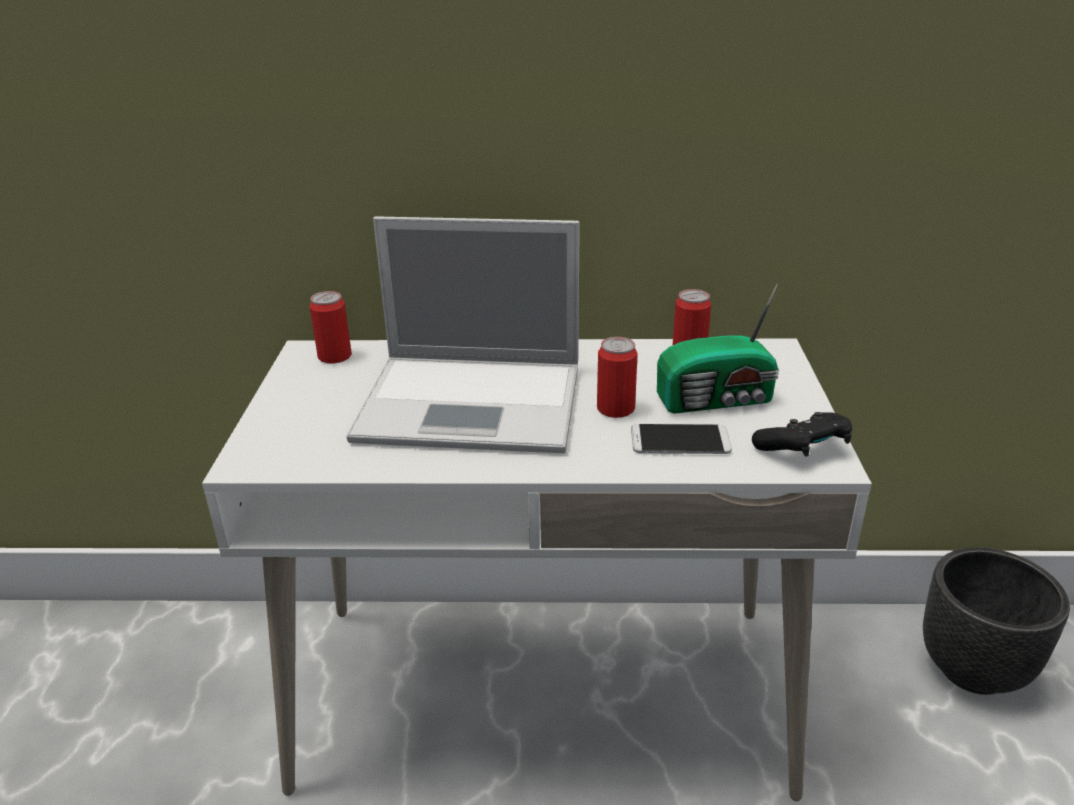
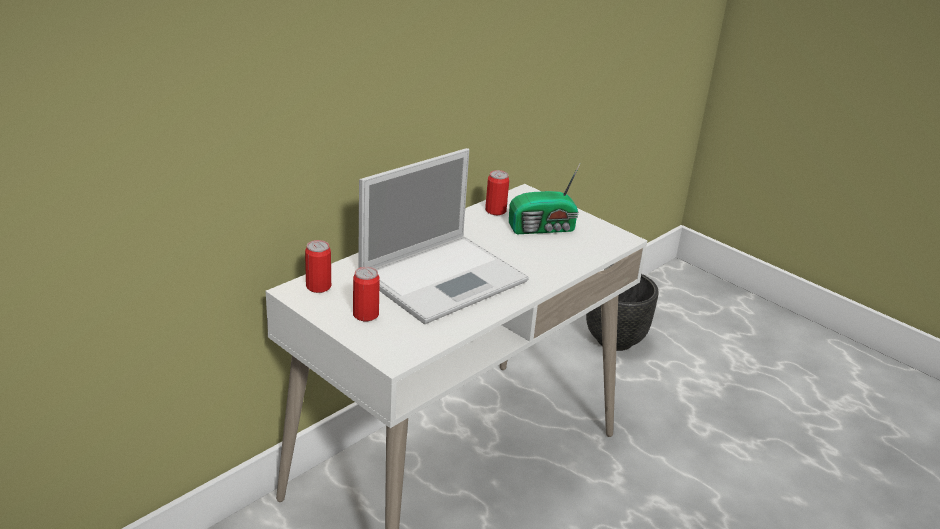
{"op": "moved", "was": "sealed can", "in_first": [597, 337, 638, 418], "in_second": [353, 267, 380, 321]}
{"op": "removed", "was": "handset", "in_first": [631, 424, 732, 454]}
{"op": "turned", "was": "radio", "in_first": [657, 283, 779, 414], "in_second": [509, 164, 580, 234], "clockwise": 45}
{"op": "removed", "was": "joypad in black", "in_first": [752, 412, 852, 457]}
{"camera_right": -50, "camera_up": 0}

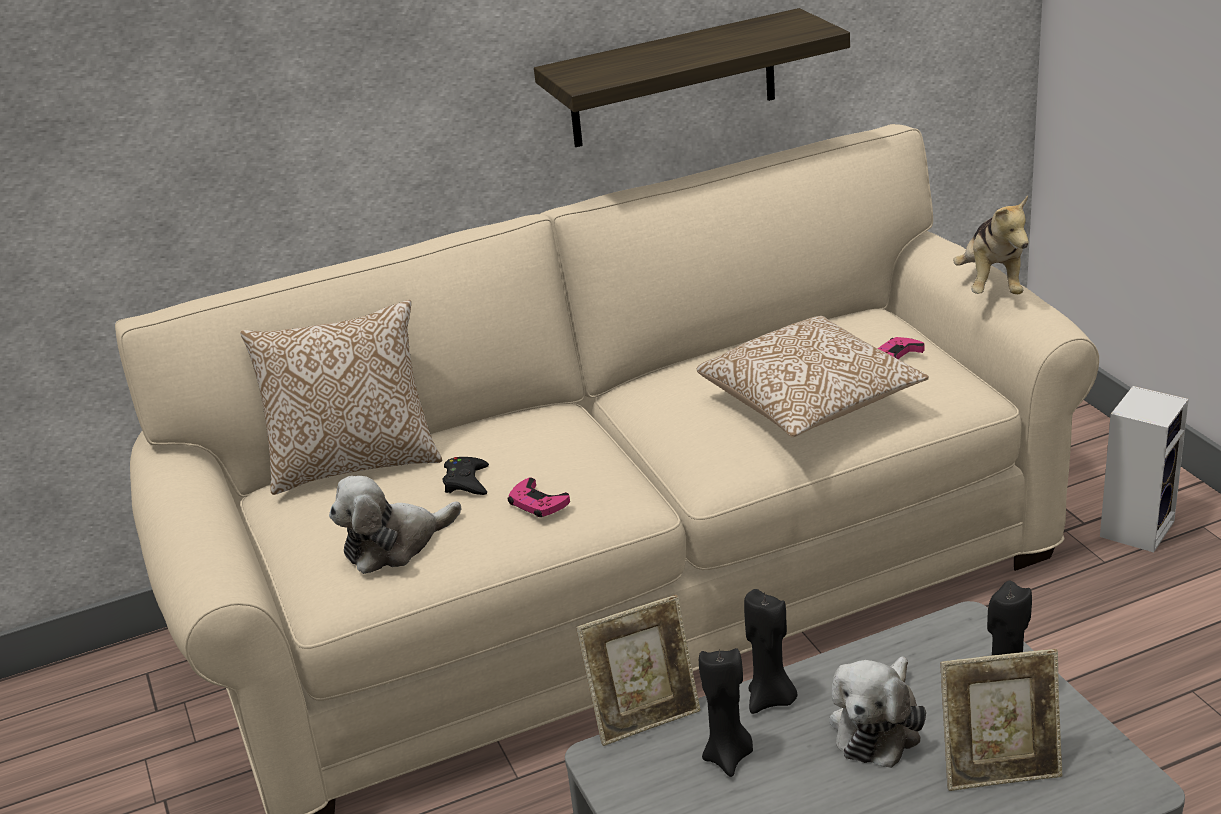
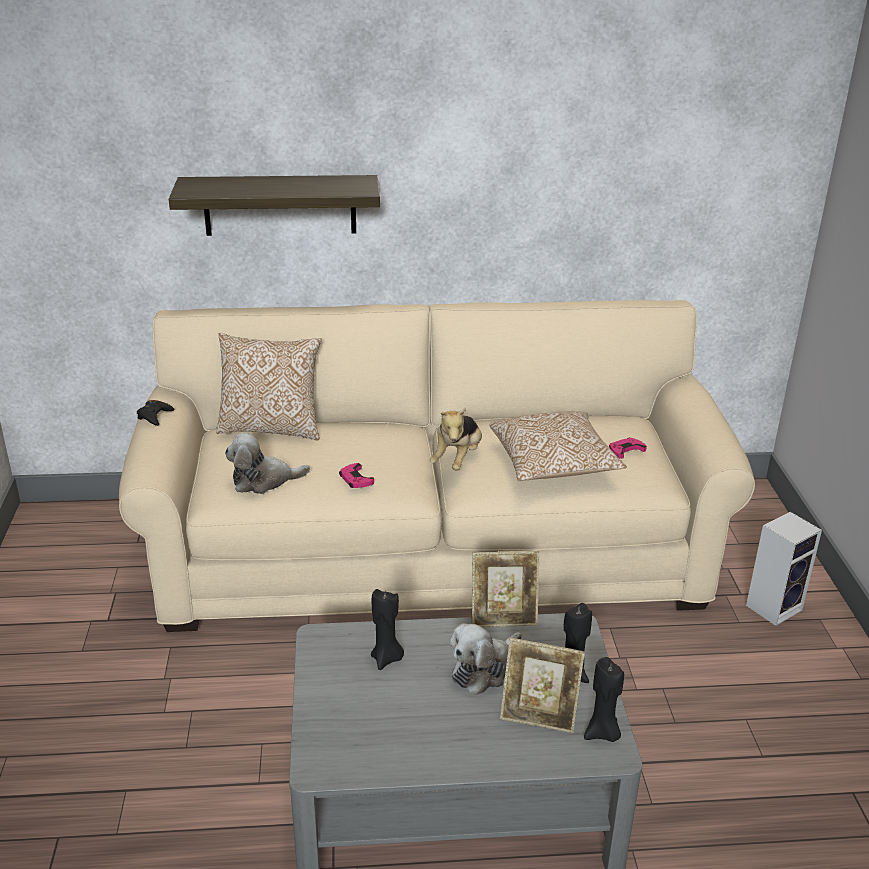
{"op": "moved", "was": "joypad in black", "in_first": [442, 457, 489, 495], "in_second": [137, 400, 174, 426]}
{"op": "moved", "was": "wall shelf", "in_first": [534, 8, 850, 147], "in_second": [169, 175, 380, 236]}
{"op": "moved", "was": "photo frame", "in_first": [576, 595, 701, 746], "in_second": [472, 551, 540, 627]}
{"op": "moved", "was": "wax candle in black", "in_first": [744, 589, 797, 714], "in_second": [584, 657, 624, 742]}
{"op": "moved", "was": "cuddly toy", "in_first": [953, 195, 1029, 294], "in_second": [430, 407, 482, 470]}
{"camera_right": 15, "camera_up": 0}

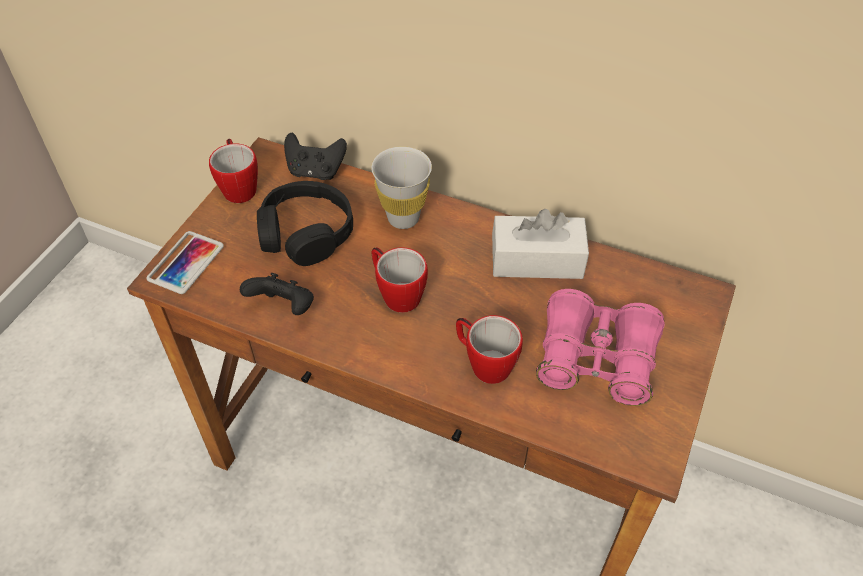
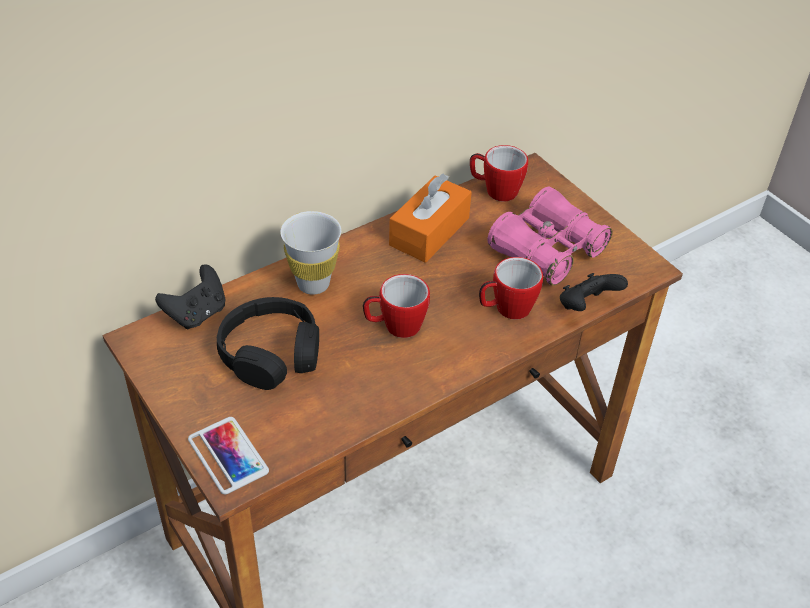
{"op": "moved", "was": "mug", "in_first": [209, 139, 258, 203], "in_second": [470, 145, 528, 201]}
{"op": "moved", "was": "joypad in black", "in_first": [240, 273, 314, 315], "in_second": [560, 273, 628, 311]}
{"op": "recoloured", "was": "tissue holder in white-coloured", "now": "tissue holder in orange", "in_first": [492, 209, 589, 279], "in_second": [389, 174, 472, 263]}
{"camera_right": -60, "camera_up": -5}

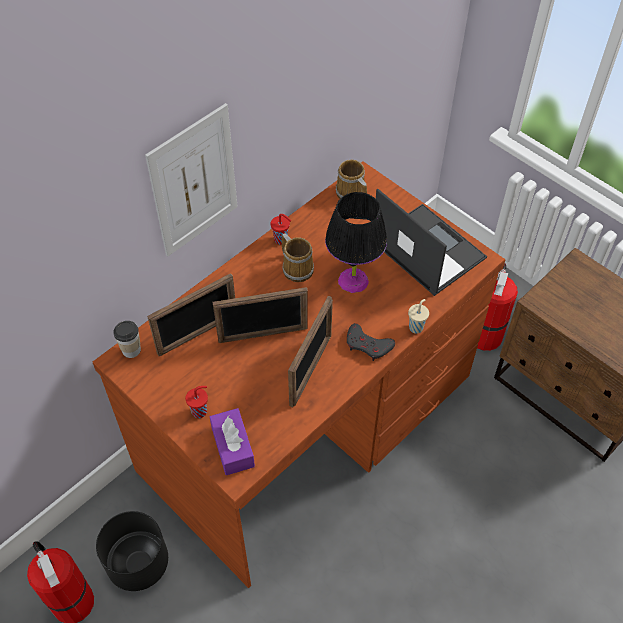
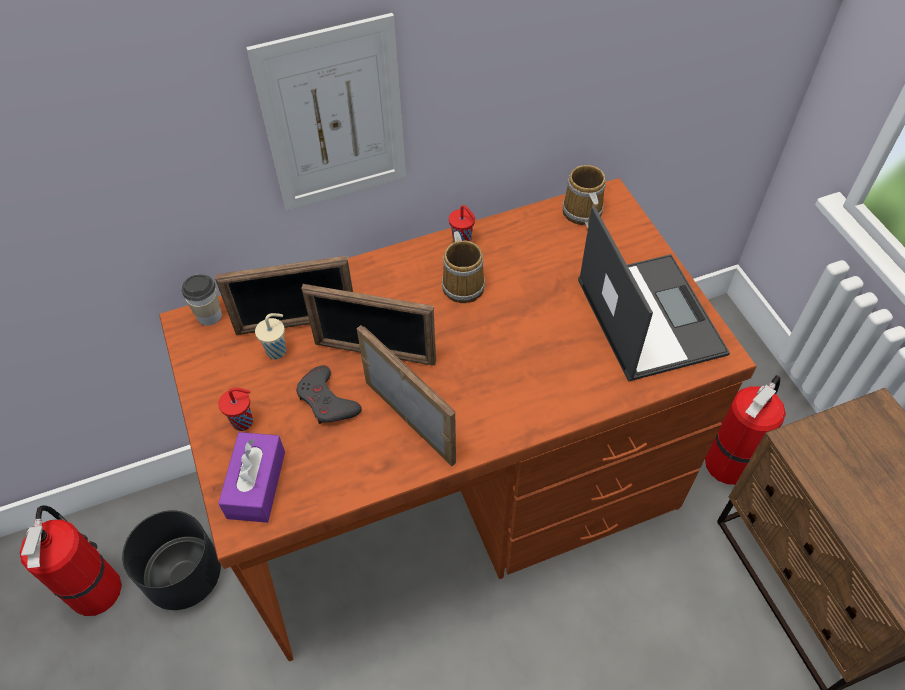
{"op": "turned", "was": "photo frame", "in_first": [288, 296, 333, 407], "in_second": [356, 325, 456, 466], "clockwise": -90}
{"op": "removed", "was": "table lamp in black", "in_first": [325, 192, 387, 293]}
{"op": "moved", "was": "joypad in grey", "in_first": [347, 323, 395, 361], "in_second": [296, 365, 362, 424]}
{"op": "moved", "was": "cup in beige", "in_first": [408, 299, 429, 334], "in_second": [255, 313, 286, 359]}
{"camera_right": 25, "camera_up": 0}

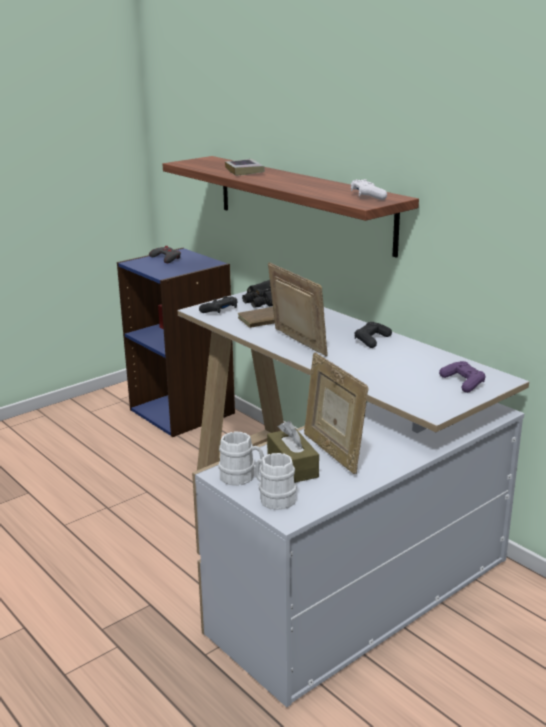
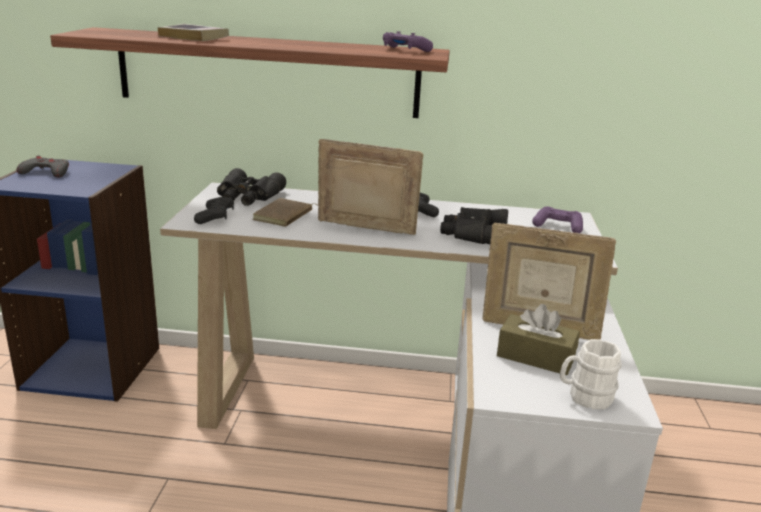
{"op": "removed", "was": "mug in white-coloured", "in_first": [218, 431, 264, 486]}
{"op": "recoloured", "was": "joypad in white-coloured", "now": "joypad in purplish", "in_first": [351, 179, 387, 200], "in_second": [383, 31, 433, 52]}
{"op": "added", "now": "field glasses in black", "in_second": [440, 207, 508, 244]}
{"camera_right": -45, "camera_up": 0}

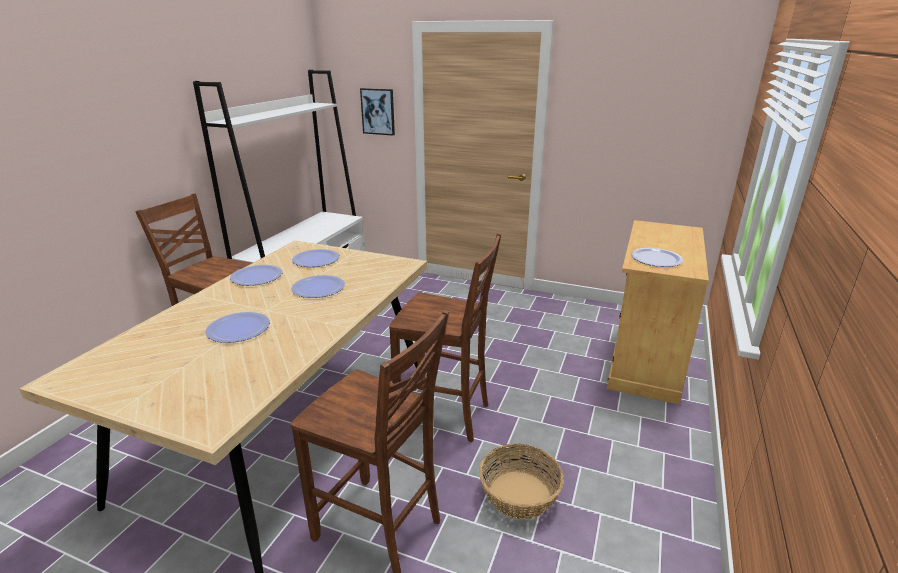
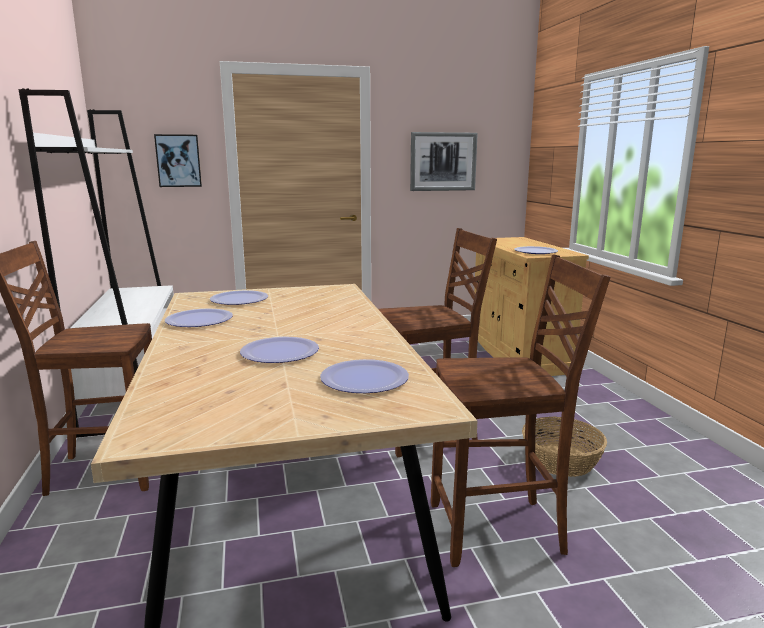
{"op": "moved", "was": "flat dish", "in_first": [291, 275, 345, 298], "in_second": [320, 359, 409, 393]}
{"op": "added", "now": "picture", "in_second": [410, 132, 478, 191]}
{"camera_right": -35, "camera_up": -10}

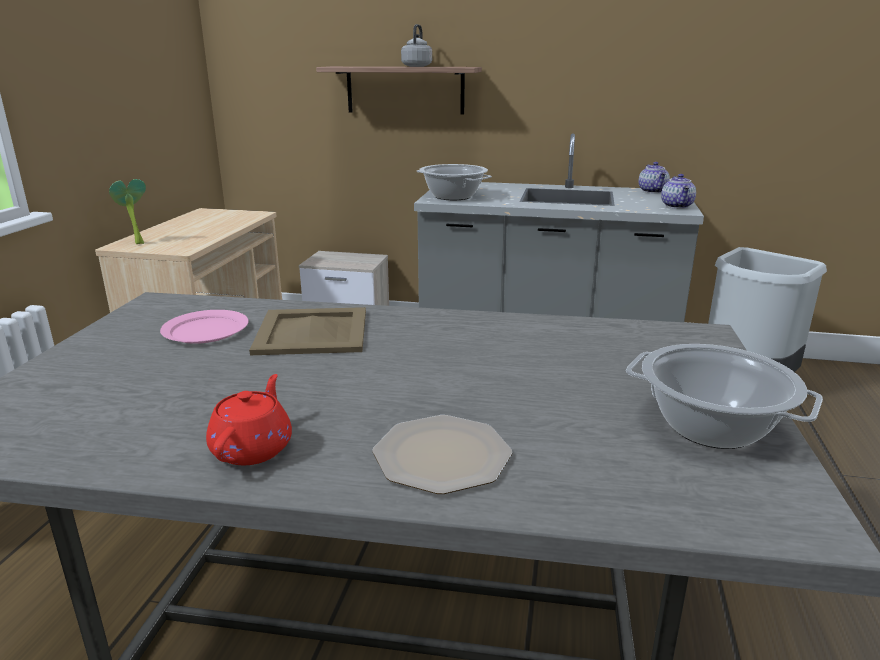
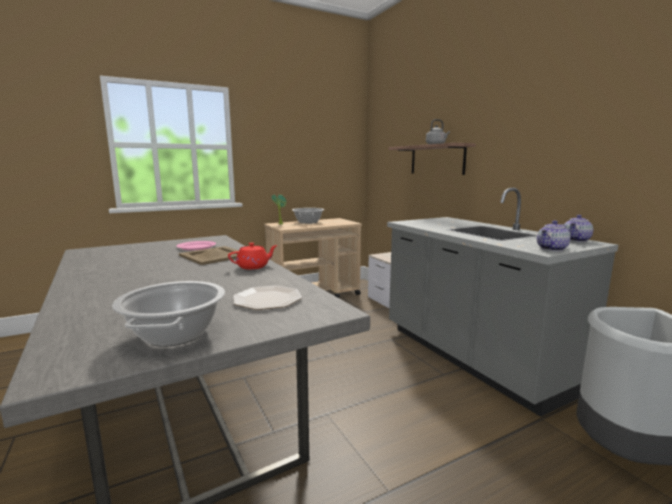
{"op": "moved", "was": "teapot in reddish", "in_first": [206, 374, 292, 465], "in_second": [228, 243, 278, 270]}
{"op": "moved", "was": "flat dish", "in_first": [372, 415, 512, 494], "in_second": [233, 285, 302, 310]}
{"op": "moved", "was": "saucepot", "in_first": [417, 164, 492, 200], "in_second": [292, 208, 324, 224]}
{"camera_right": 50, "camera_up": -10}

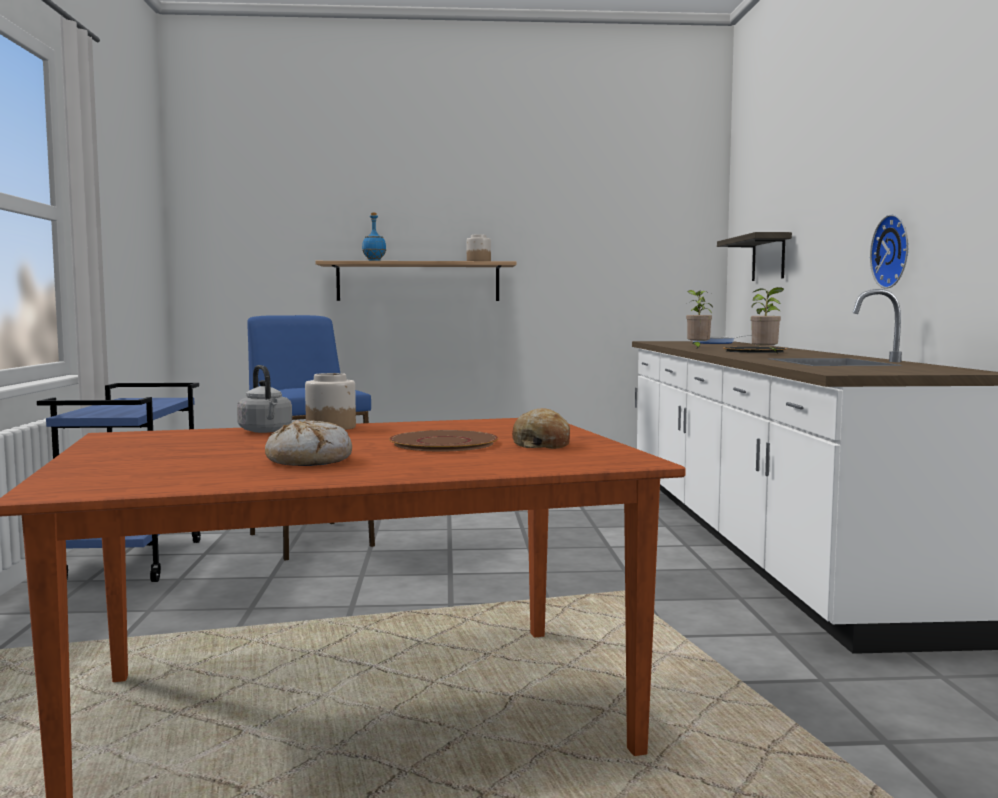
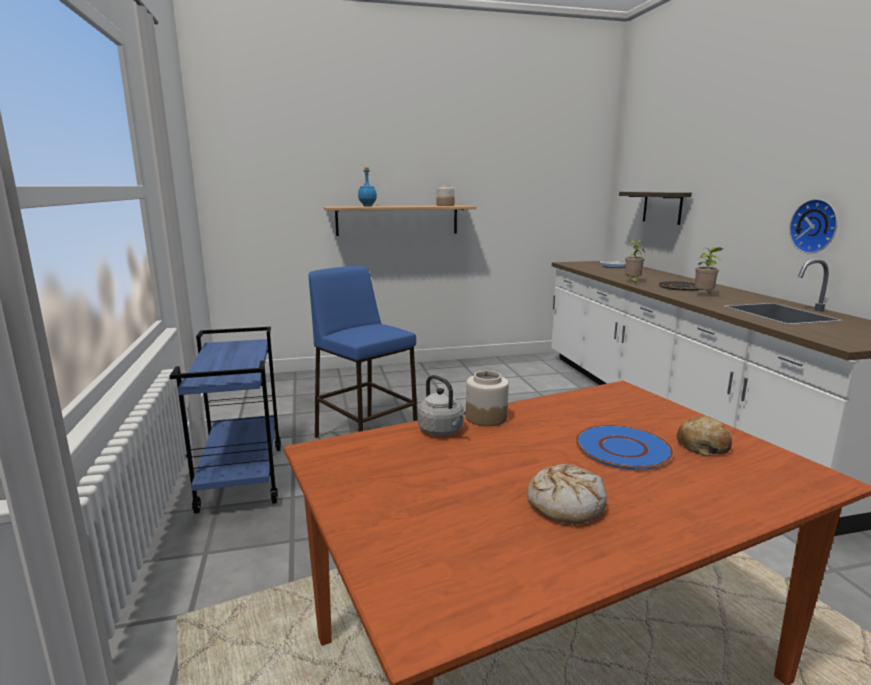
{"op": "recoloured", "was": "flat dish in brown-coloured", "now": "flat dish in blue-coloured", "in_first": [389, 430, 498, 451], "in_second": [576, 425, 674, 470]}
{"camera_right": -10, "camera_up": 10}

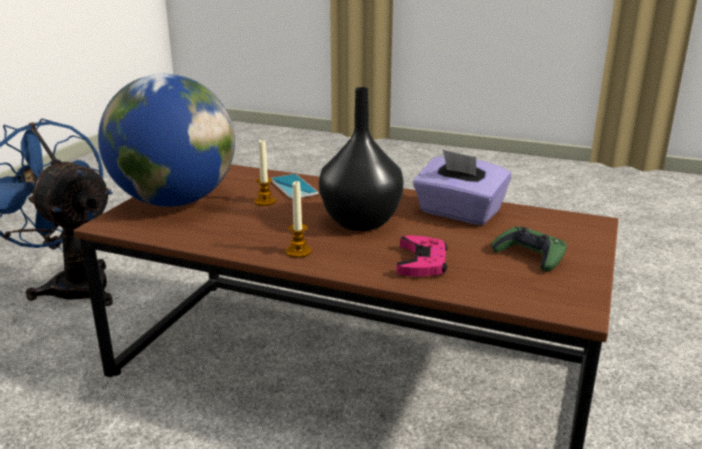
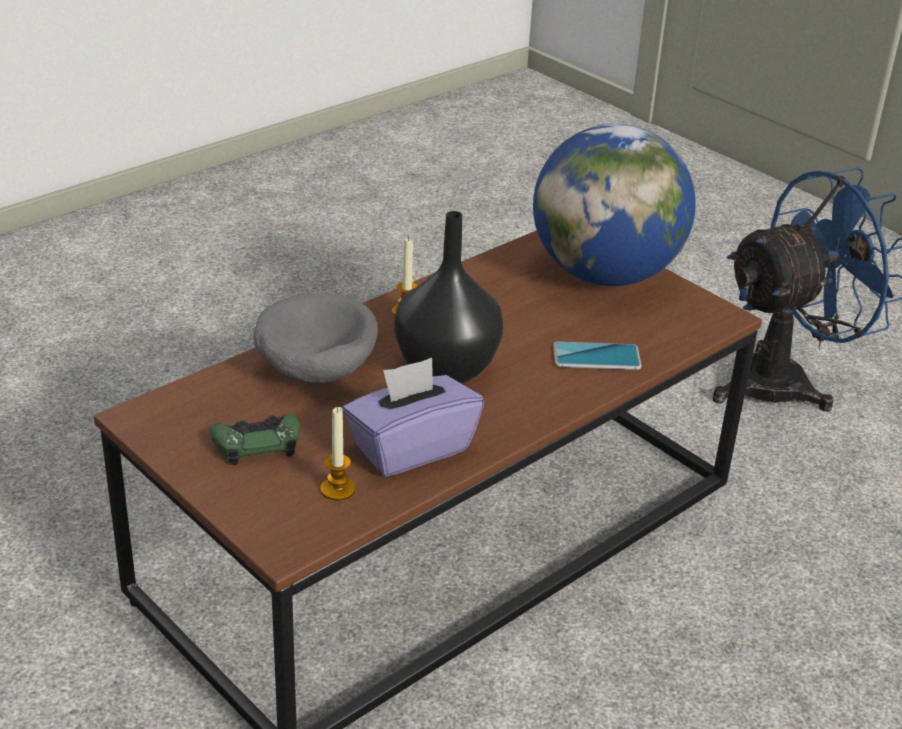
{"op": "moved", "was": "wax candle", "in_first": [254, 140, 276, 206], "in_second": [321, 407, 355, 501]}
{"op": "replaced", "was": "joypad in pinkish", "now": "deep dish in grey", "in_first": [396, 235, 447, 277], "in_second": [254, 293, 378, 383]}
{"camera_right": 115, "camera_up": 10}

